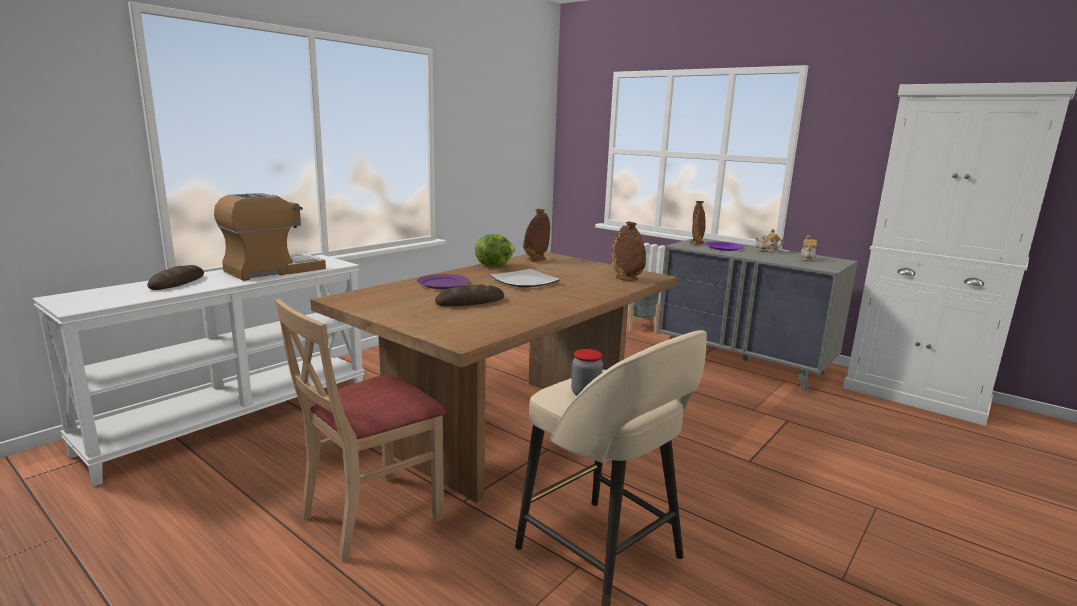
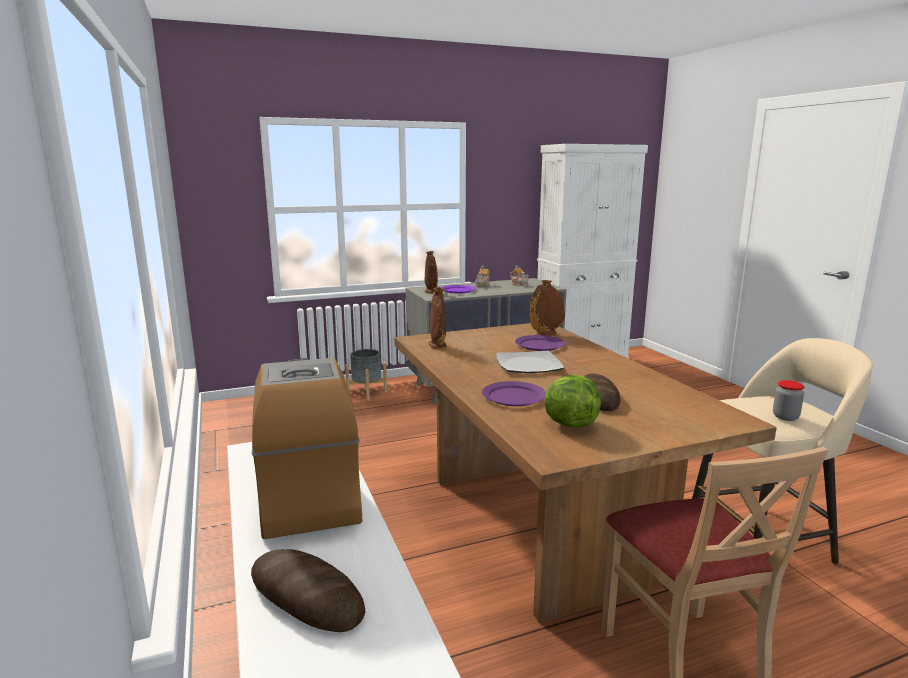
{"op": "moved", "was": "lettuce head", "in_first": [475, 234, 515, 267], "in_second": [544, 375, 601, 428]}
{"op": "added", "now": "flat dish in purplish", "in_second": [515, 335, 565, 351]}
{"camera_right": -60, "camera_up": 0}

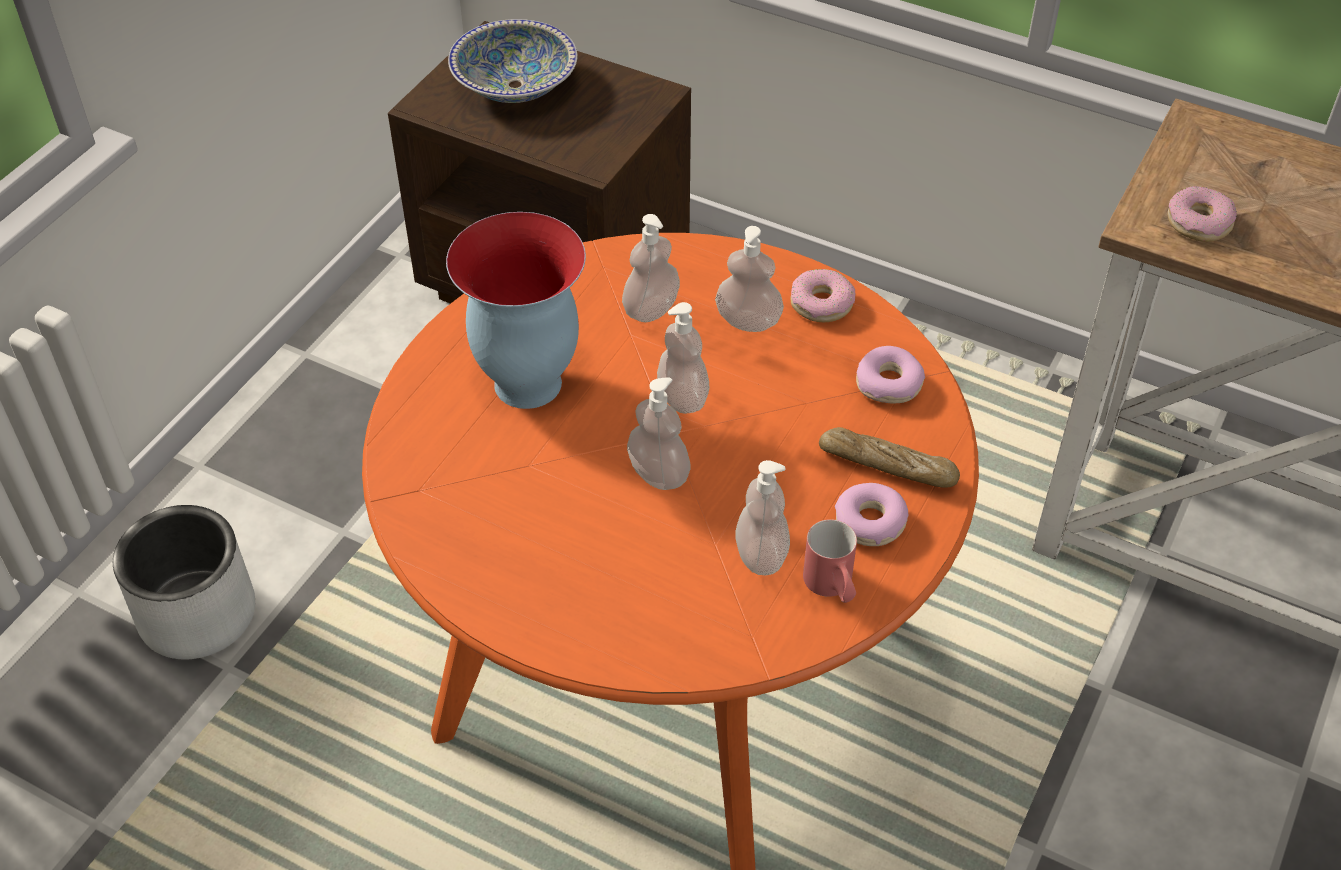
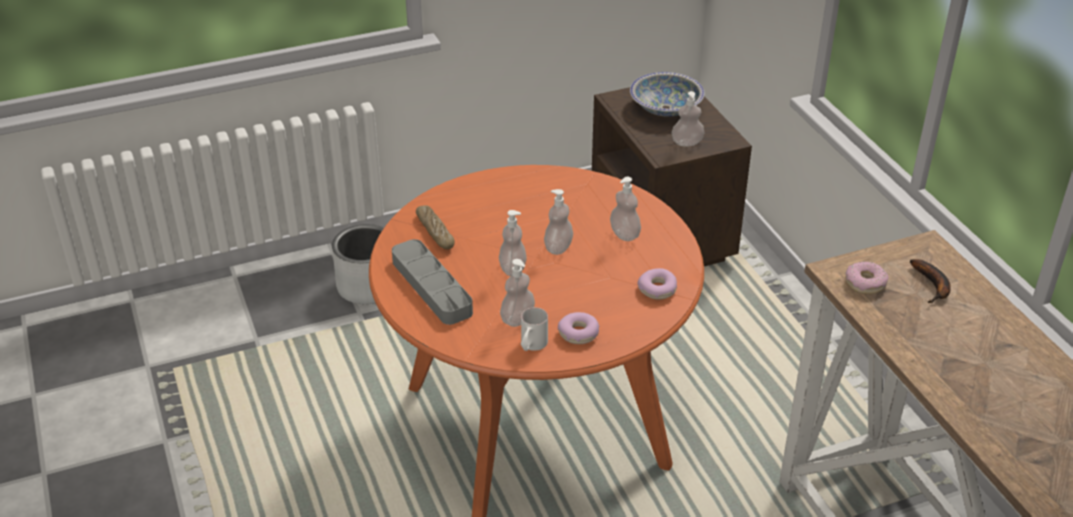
{"op": "removed", "was": "flower vase", "in_first": [446, 212, 586, 409]}
{"op": "moved", "was": "liquid soap bottle", "in_first": [622, 214, 680, 322], "in_second": [671, 91, 705, 147]}
{"op": "removed", "was": "donut", "in_first": [791, 269, 855, 322]}
{"op": "recoloured", "was": "mug in reddish", "now": "mug in white-coloured", "in_first": [803, 519, 857, 603], "in_second": [521, 307, 548, 351]}
{"op": "moved", "was": "bakery bread", "in_first": [819, 427, 960, 488], "in_second": [416, 206, 455, 249]}
{"op": "added", "now": "carrying tray in grey", "in_second": [392, 239, 473, 325]}
{"op": "added", "now": "banana", "in_second": [910, 259, 951, 303]}
{"camera_right": 40, "camera_up": -10}

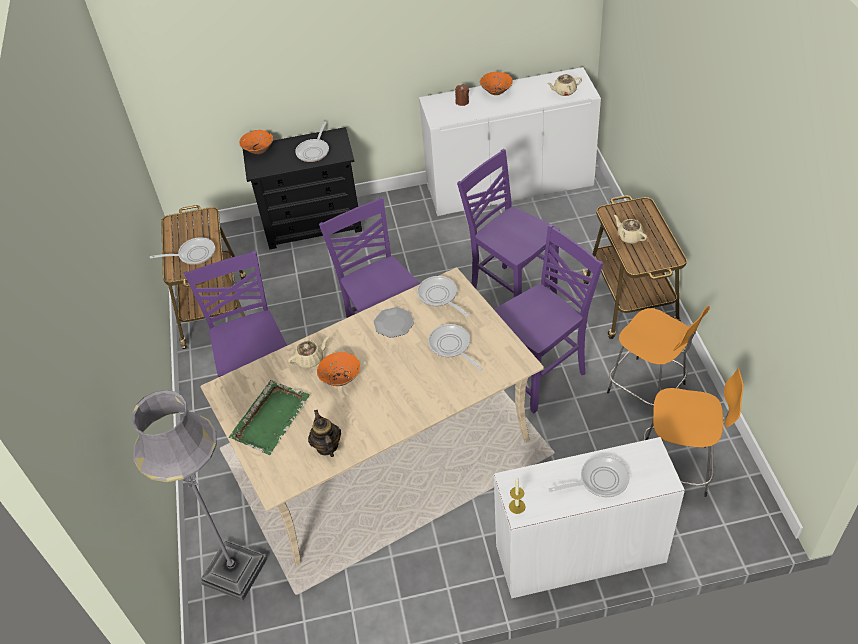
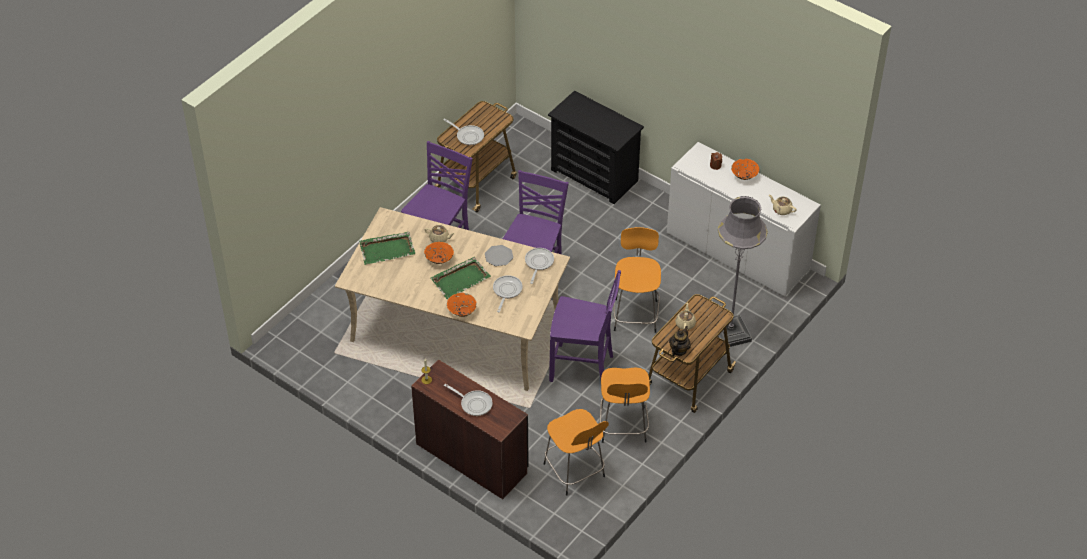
{"op": "moved", "was": "standard lamp in grey", "in_first": [132, 390, 267, 601], "in_second": [713, 196, 768, 347]}
{"op": "moved", "was": "deep dish in orange", "in_first": [239, 130, 273, 154], "in_second": [447, 293, 477, 317]}
{"op": "removed", "was": "skillet", "in_first": [295, 121, 329, 162]}
{"op": "moved", "was": "teapot", "in_first": [308, 409, 341, 457], "in_second": [669, 326, 691, 356]}
{"op": "replaced", "was": "plain chair in purplish", "now": "stool in orange", "in_first": [457, 149, 560, 297], "in_second": [613, 227, 661, 333]}
{"op": "recoloured", "was": "desk in white-coloured", "now": "desk in brown-coloured", "in_first": [494, 437, 685, 598], "in_second": [411, 359, 529, 499]}
{"op": "added", "now": "carrying tray in green", "in_second": [431, 257, 491, 299]}
{"camera_right": 45, "camera_up": 0}

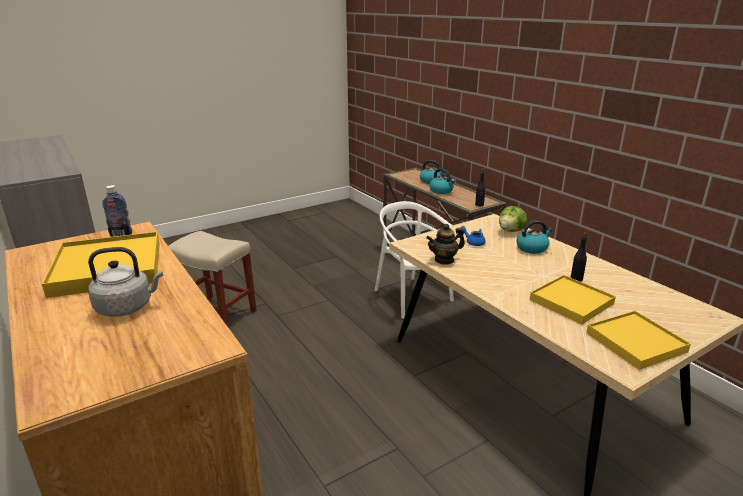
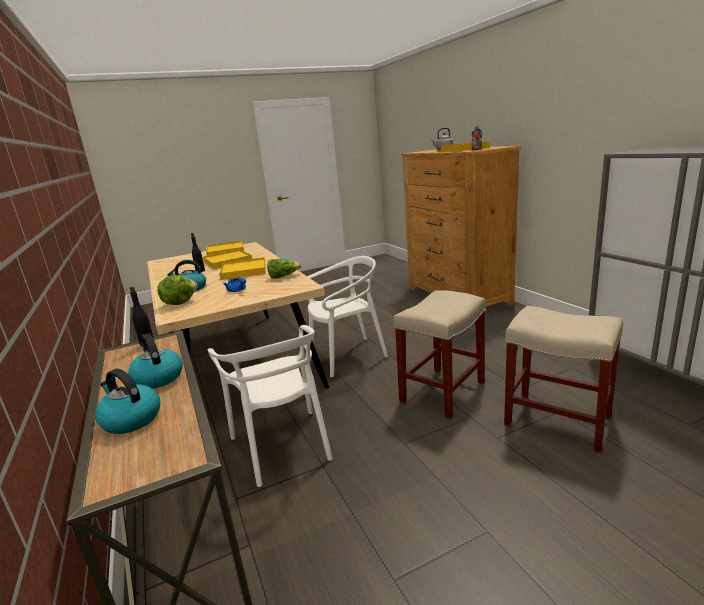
{"op": "replaced", "was": "teapot", "now": "lettuce head", "in_first": [426, 224, 465, 264], "in_second": [267, 259, 301, 279]}
{"op": "added", "now": "carrying tray in yellow", "in_second": [219, 257, 266, 280]}
{"op": "added", "now": "plain chair in white-coloured", "in_second": [307, 256, 388, 377]}
{"op": "added", "now": "stool in beige", "in_second": [393, 290, 486, 419]}
{"camera_right": -170, "camera_up": -5}

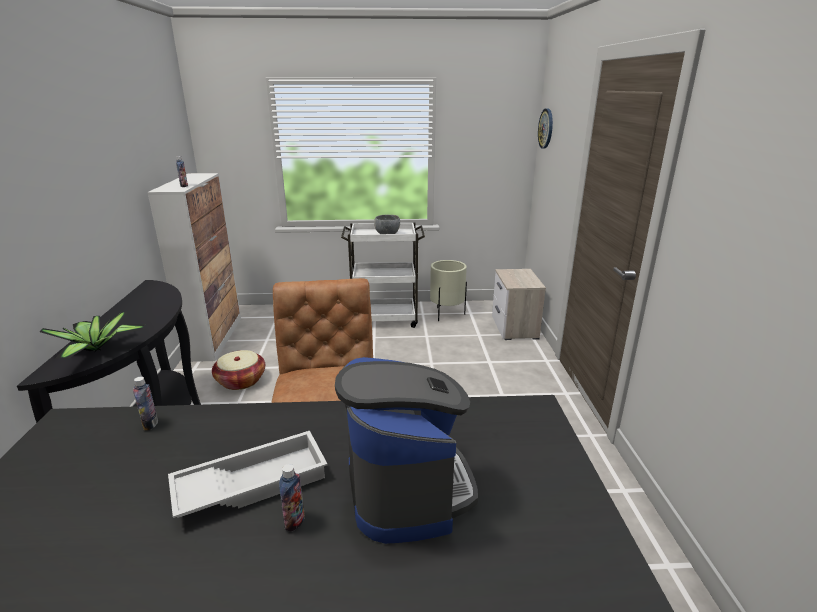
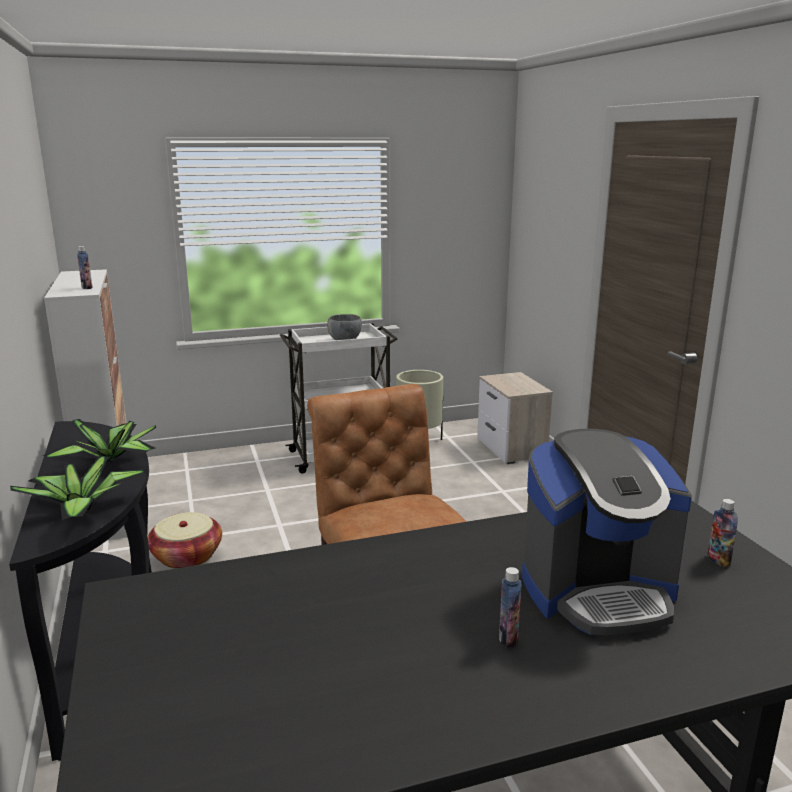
{"op": "moved", "was": "drink bottle", "in_first": [133, 377, 158, 430], "in_second": [707, 499, 738, 567]}
{"op": "removed", "was": "carrying tray in white-coloured", "in_first": [168, 431, 328, 518]}
{"op": "turned", "was": "coffee maker", "in_first": [335, 357, 478, 544], "in_second": [522, 429, 692, 635], "clockwise": 105}
{"op": "removed", "was": "clock on the wall", "in_first": [538, 109, 553, 148]}
{"op": "added", "now": "plant in a pot", "in_second": [42, 419, 156, 463]}
{"camera_right": -15, "camera_up": -5}

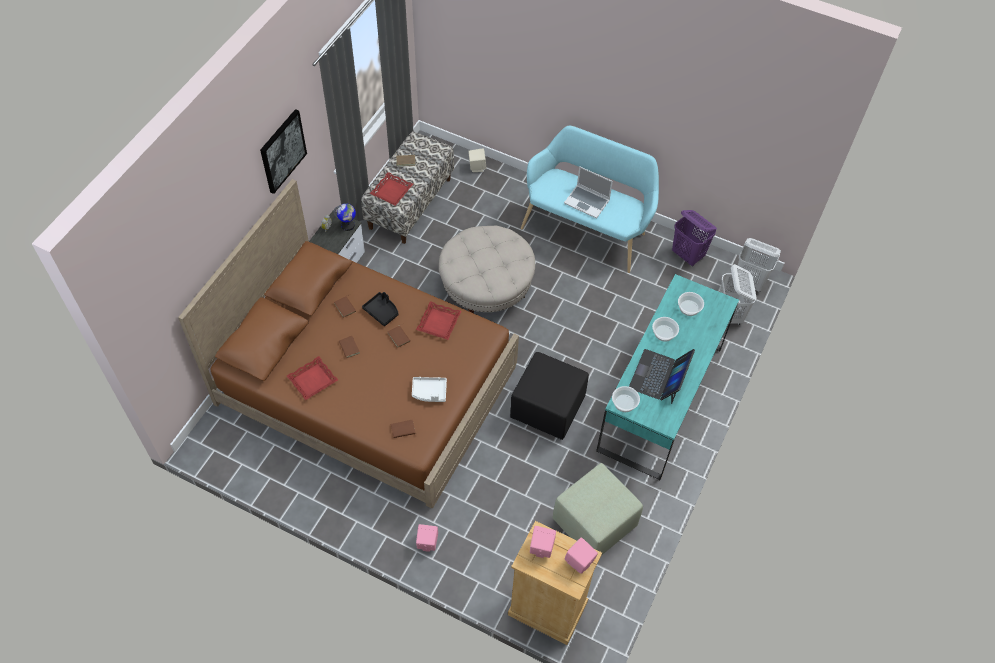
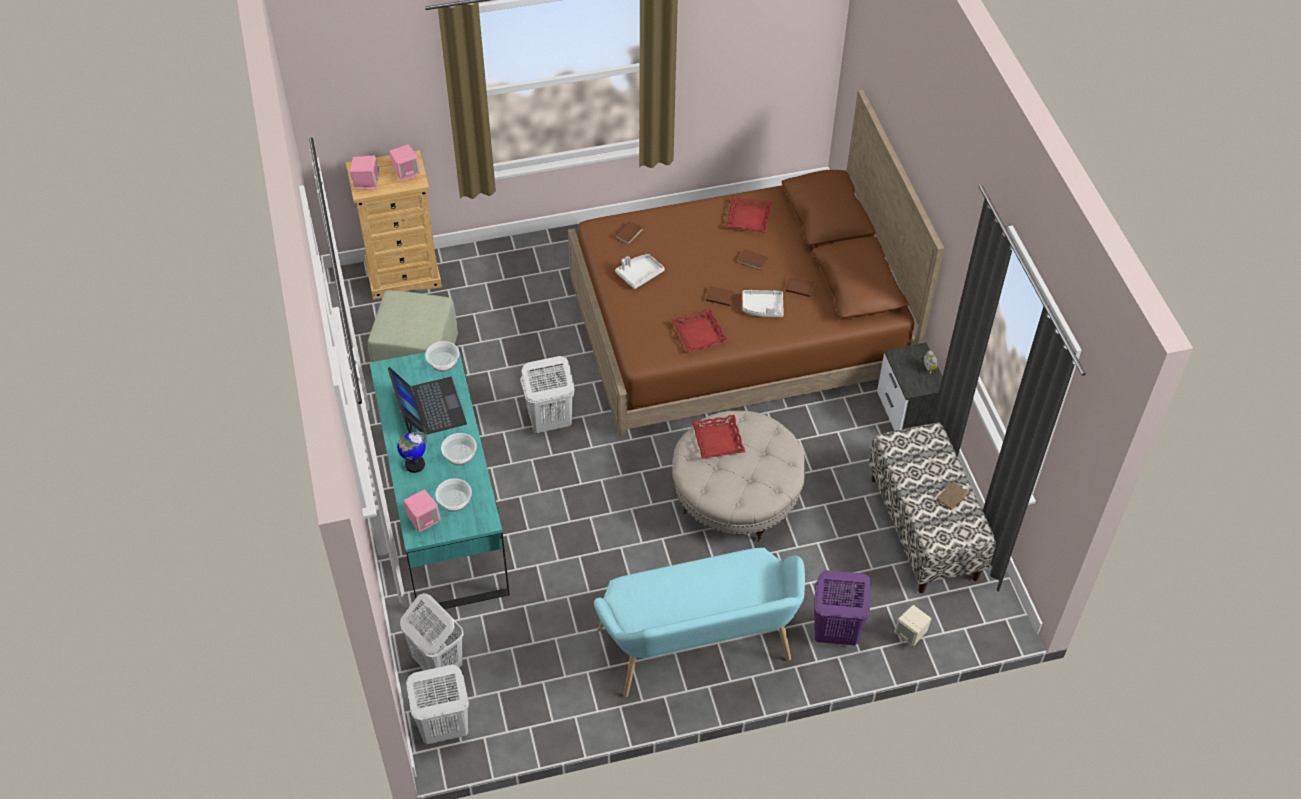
{"op": "removed", "was": "picture", "in_first": [260, 109, 307, 194]}
{"op": "moved", "was": "desk globe", "in_first": [334, 203, 356, 231], "in_second": [397, 432, 427, 473]}
{"op": "recoloured", "was": "carrying tray in black", "now": "carrying tray in white-coloured", "in_first": [362, 292, 399, 326], "in_second": [742, 290, 784, 317]}
{"op": "moved", "was": "carrying tray in reddish", "in_first": [370, 172, 413, 206], "in_second": [692, 415, 745, 459]}
{"op": "moved", "was": "loudspeaker in pinkish", "in_first": [416, 524, 438, 552], "in_second": [404, 490, 441, 532]}
{"op": "replaced", "was": "footrest in black", "now": "hamper in white-coloured", "in_first": [510, 352, 589, 440], "in_second": [520, 356, 575, 434]}
{"op": "removed", "was": "laptop", "in_first": [564, 166, 613, 219]}
{"op": "moved", "was": "hamper in purplish", "in_first": [672, 210, 717, 267], "in_second": [814, 570, 872, 645]}
{"camera_right": 140, "camera_up": -5}

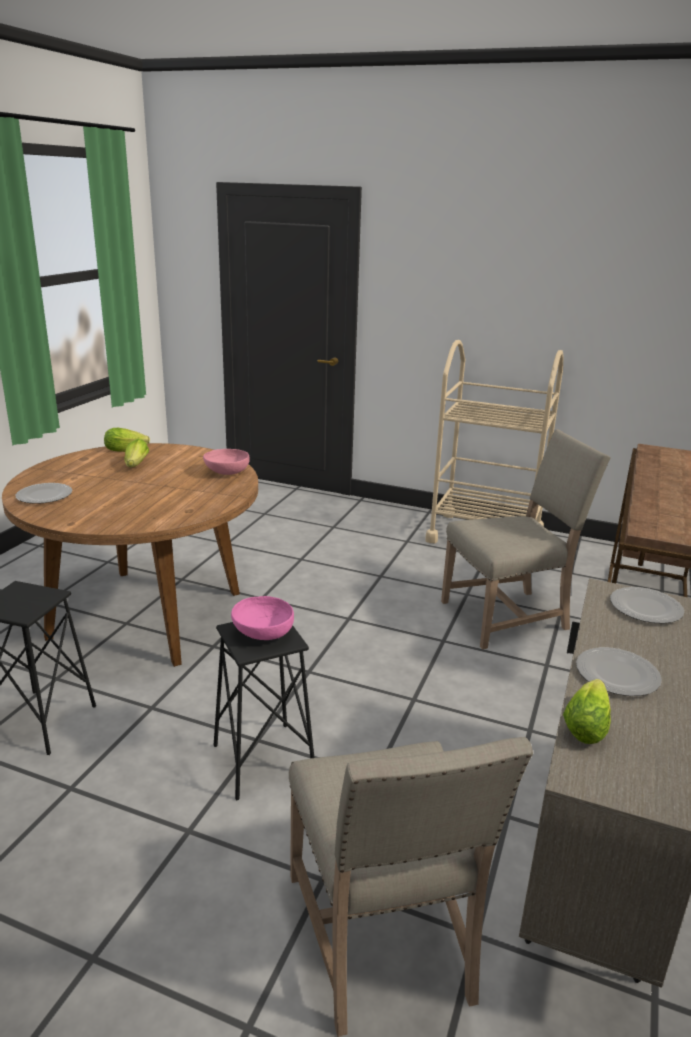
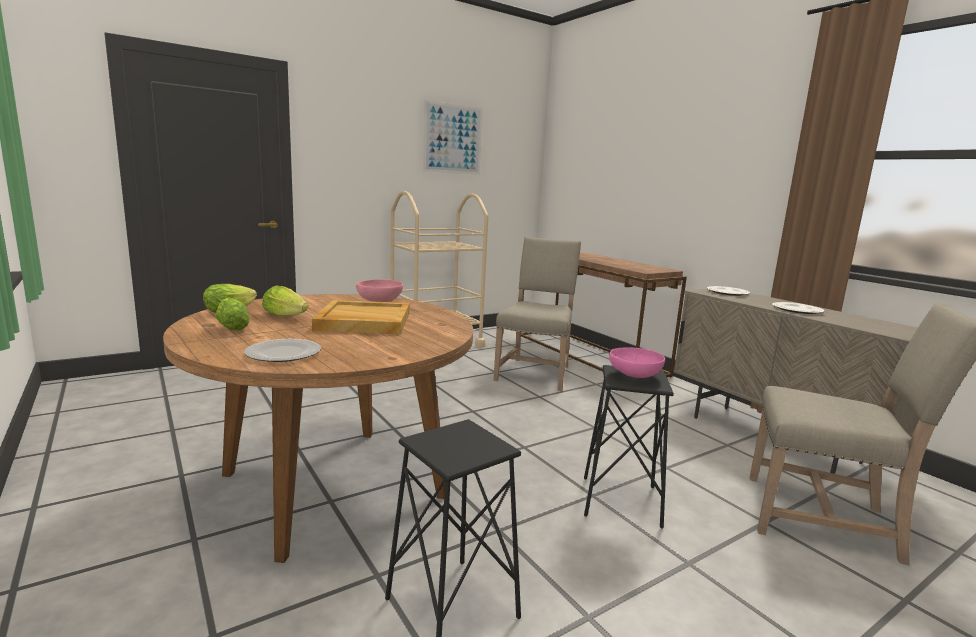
{"op": "moved", "was": "lettuce head", "in_first": [563, 679, 611, 744], "in_second": [215, 298, 250, 331]}
{"op": "added", "now": "carrying tray in beige", "in_second": [312, 300, 410, 334]}
{"op": "added", "now": "picture", "in_second": [423, 100, 483, 175]}
{"camera_right": -55, "camera_up": -10}

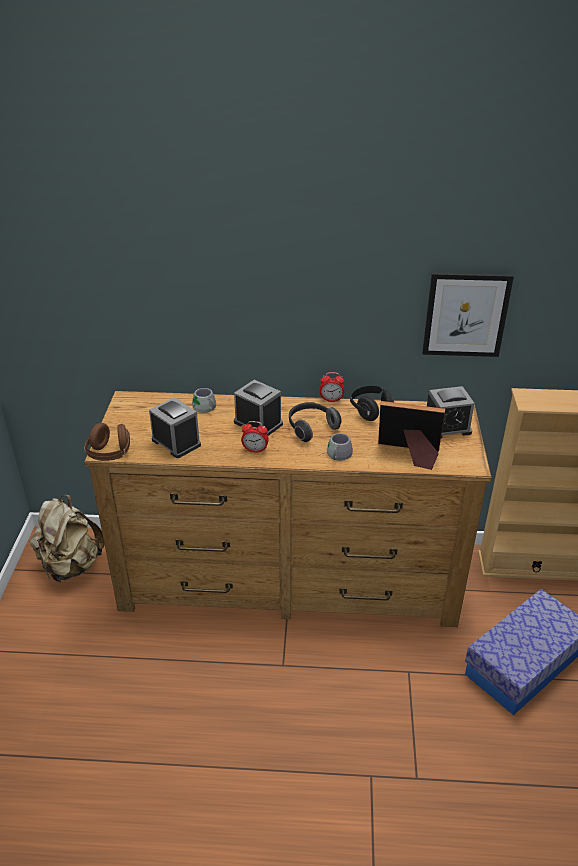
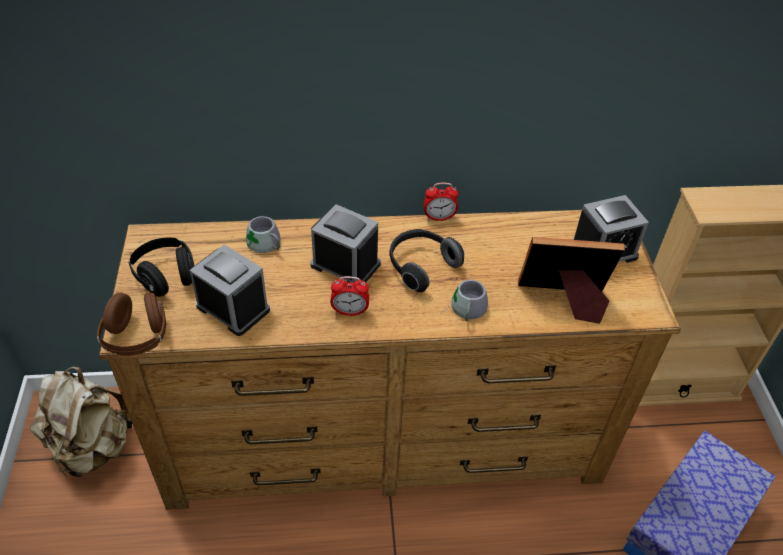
{"op": "moved", "was": "pair of headphones in black", "in_first": [350, 386, 394, 421], "in_second": [128, 238, 194, 297]}
{"op": "removed", "was": "picture", "in_first": [422, 272, 514, 357]}
{"camera_right": -10, "camera_up": 10}

